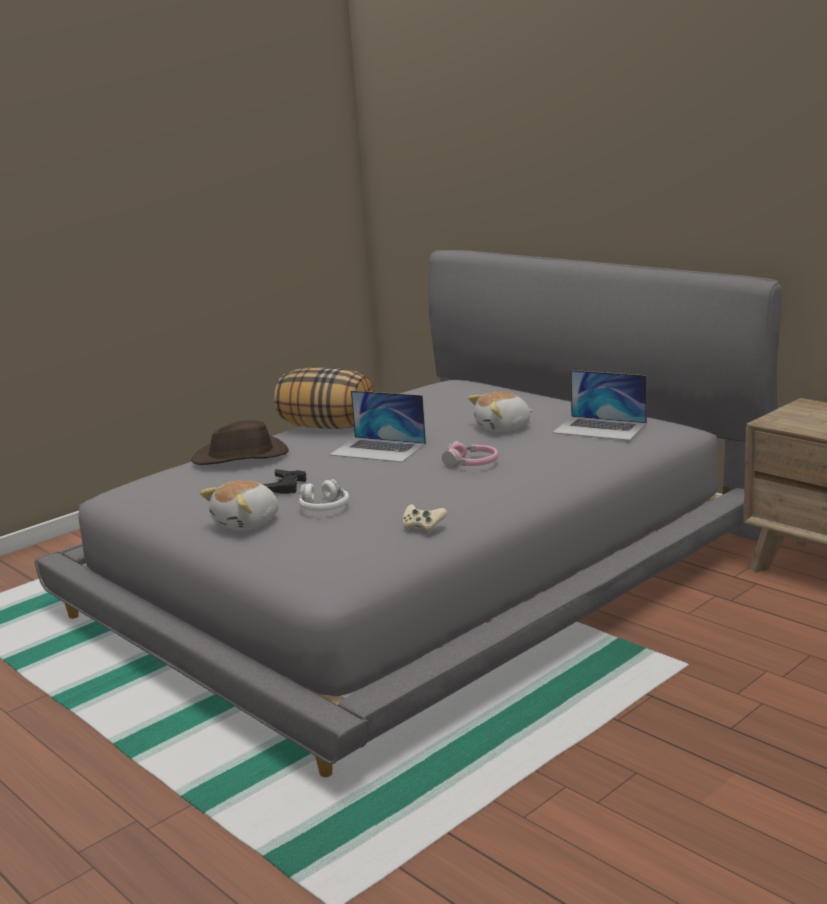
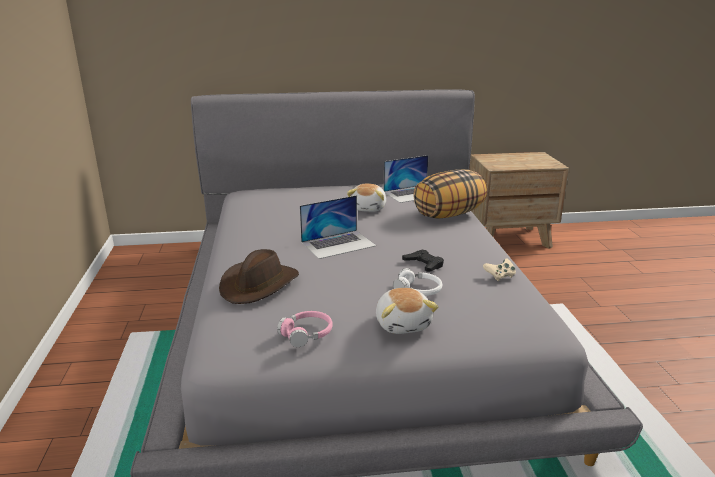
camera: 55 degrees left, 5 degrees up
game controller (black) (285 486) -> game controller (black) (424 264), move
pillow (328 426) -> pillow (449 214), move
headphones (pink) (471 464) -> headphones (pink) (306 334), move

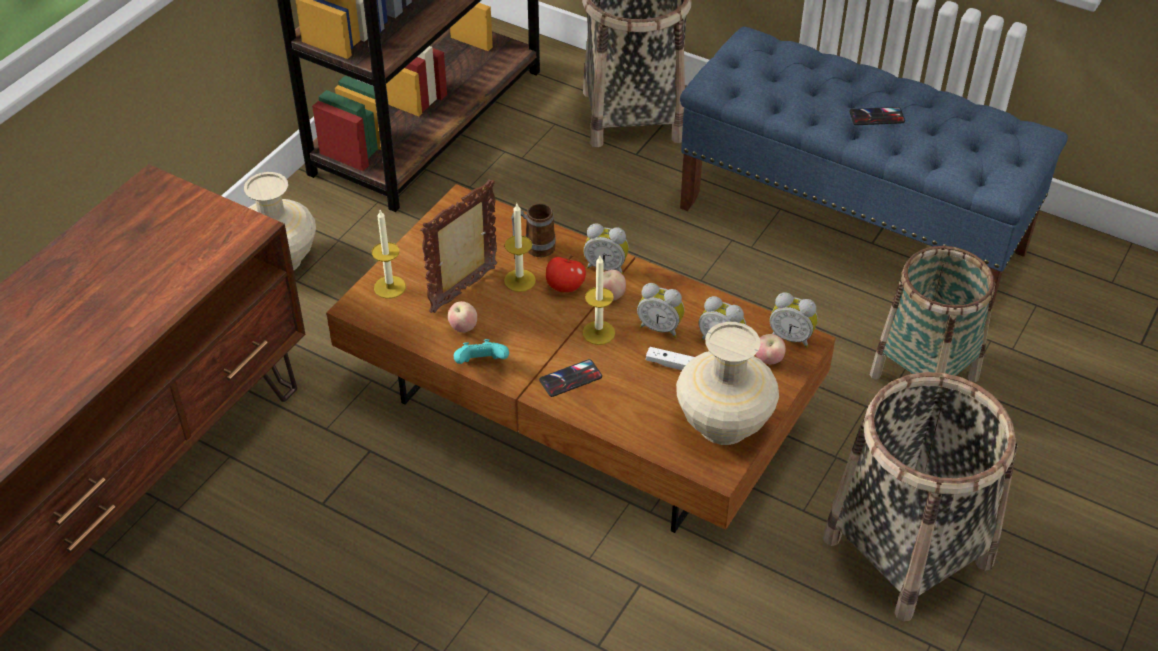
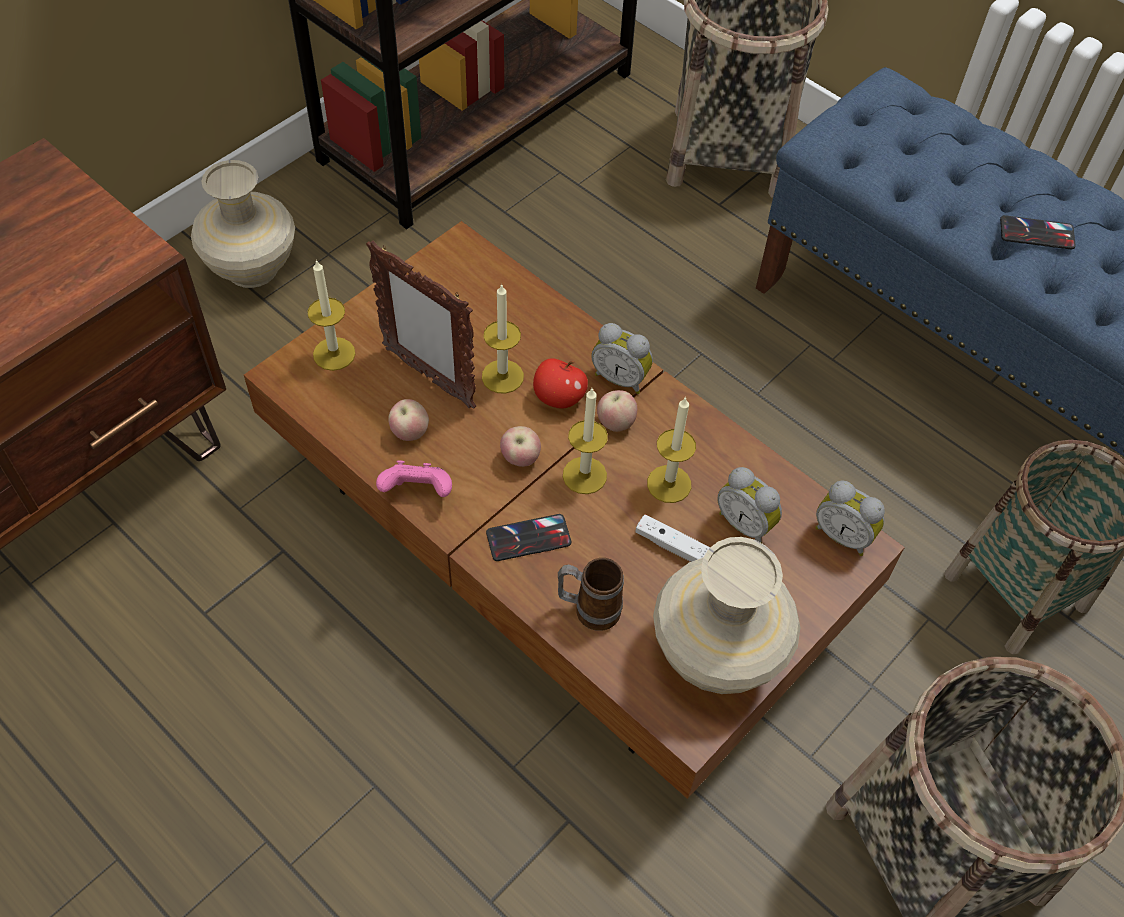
camera: 10 degrees right, 10 degrees up
mug (534 248) -> mug (588 609), move
apple (768 360) -> apple (520 458), move
alarm clock (660 327) -> candle (669 484)
game controller (turquoise) (481 364) -> game controller (pink) (417 492)
picture frame (465 290) -> picture frame (428 377), 105 degrees counterclockwise

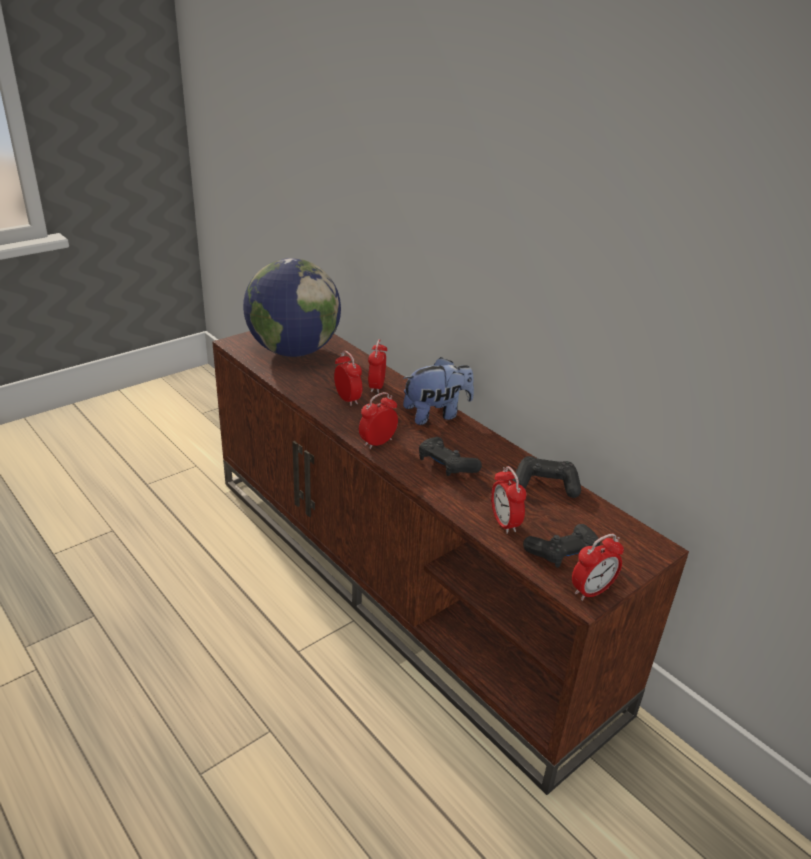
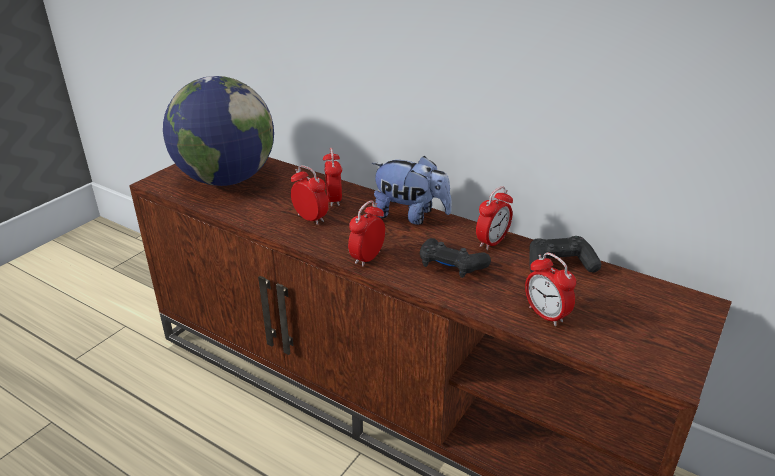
camera: 15 degrees left, 0 degrees up
game controller (black) (562 553) -> none
alarm clock (591 591) -> alarm clock (492 242), move
plush toy (436 414) -> plush toy (410 216), 60 degrees clockwise

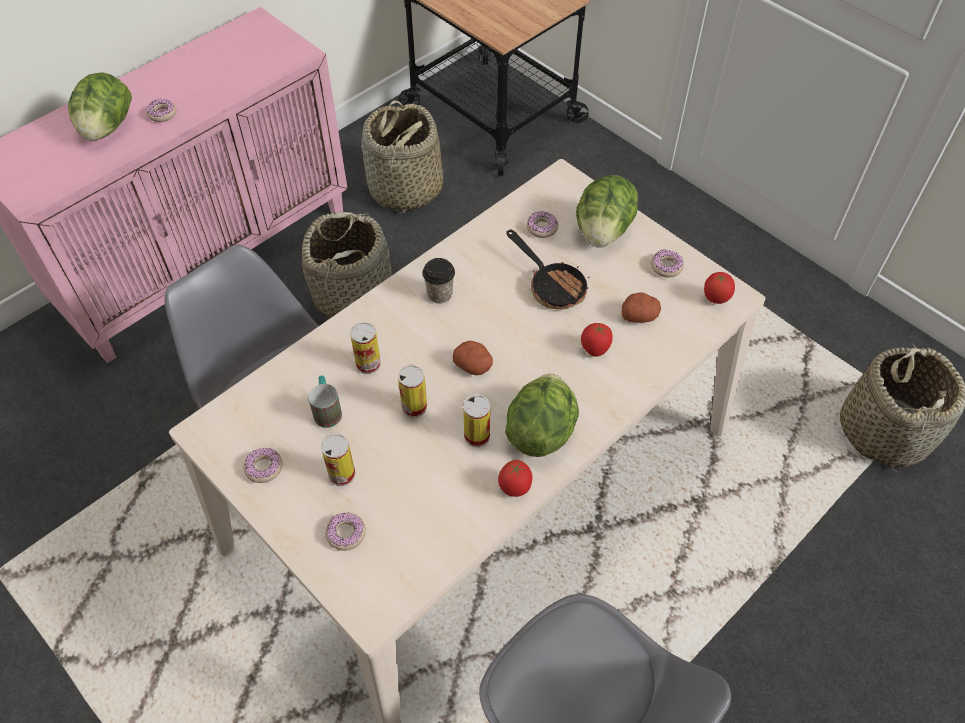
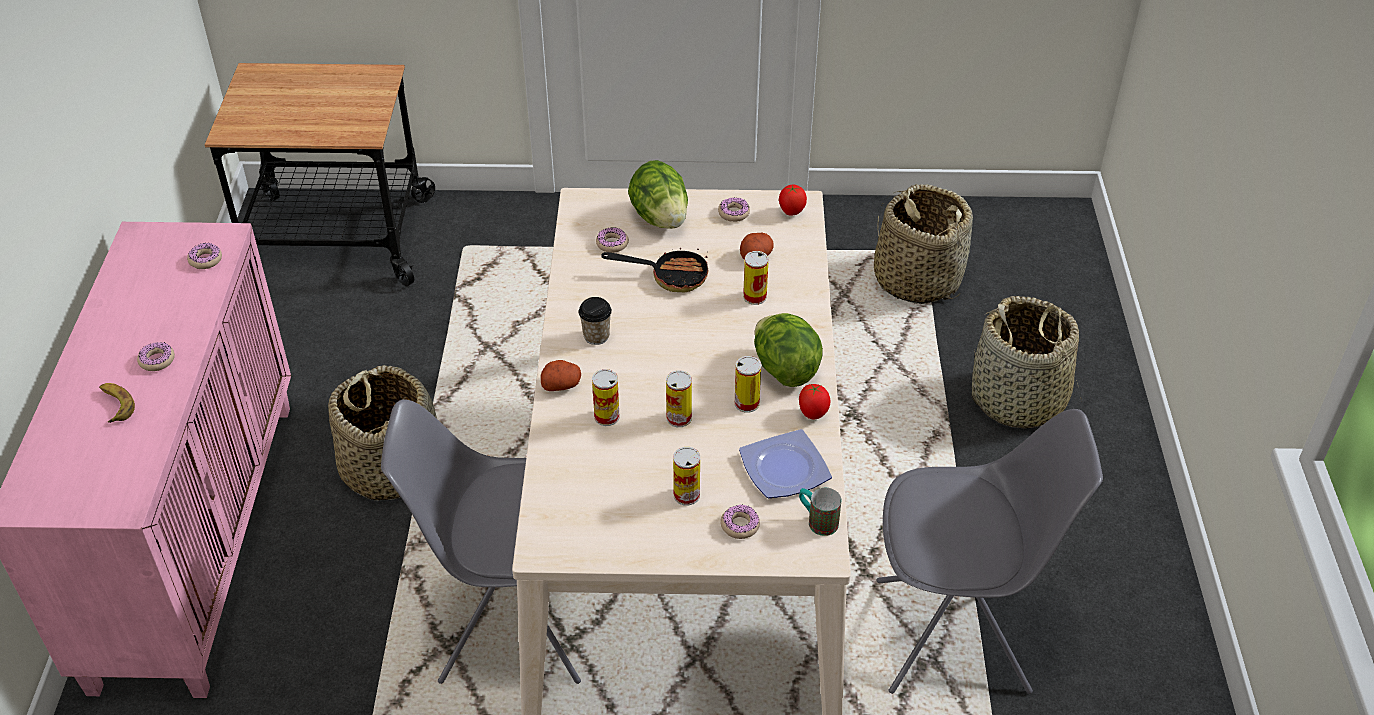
camera: 45 degrees left, 10 degrees down
none -> plate (785 467)
donut (263 468) -> donut (205 260), move
mug (327 410) -> mug (817 521), move
basket (404 189) -> basket (1018 400), move
potato (474 365) -> potato (561 384), move
lettuce (107 128) -> banana (115 405)
tomato (595 350) -> can (754 297)

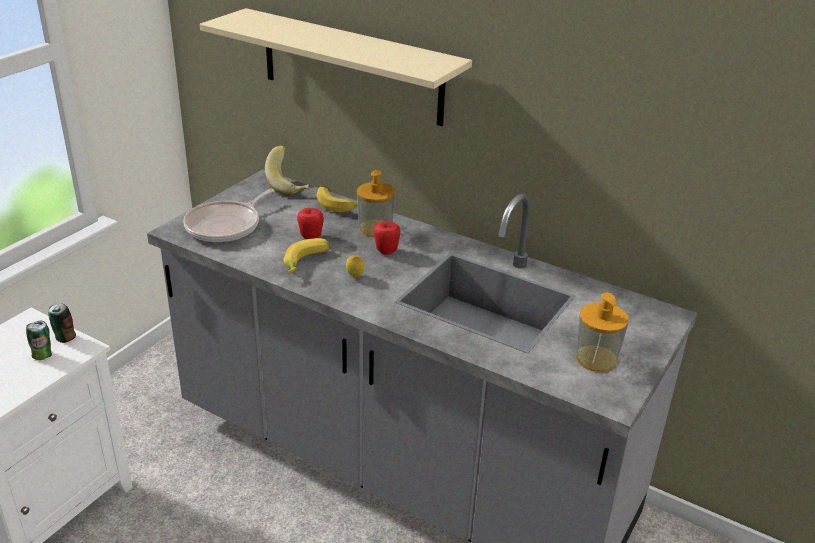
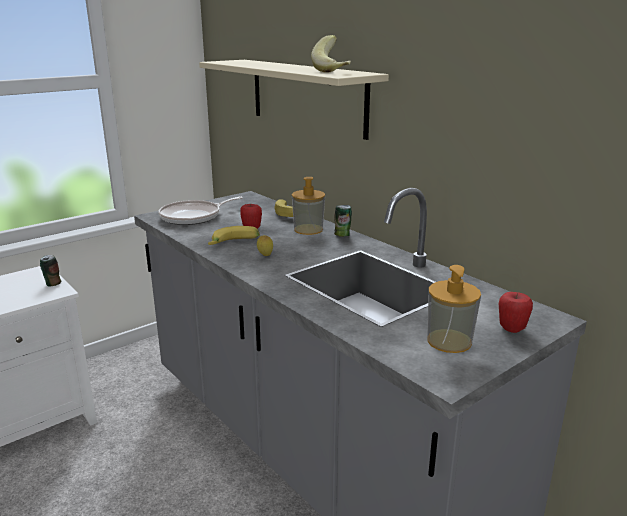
camera: 20 degrees right, 10 degrees down
can (43 355) -> can (342 235), move
banana (289 185) -> banana (334 71), move
apple (386 251) -> apple (511 328), move

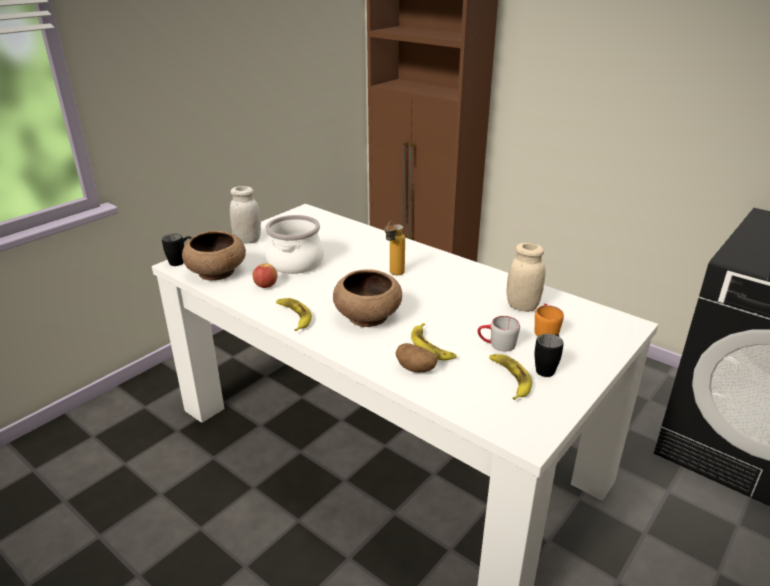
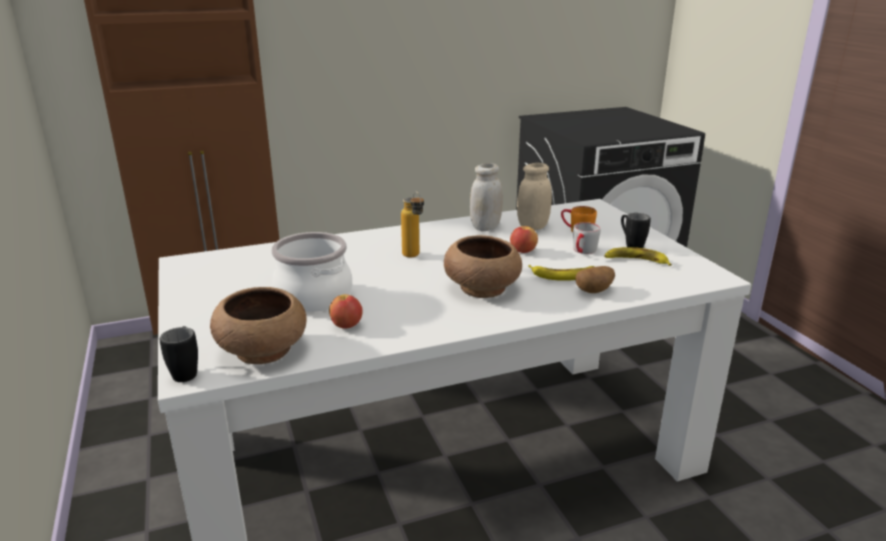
camera: 60 degrees left, 5 degrees down
banana (294 316) -> none
none -> apple (523 251)
jar (white) (247 240) -> jar (white) (485 227), move

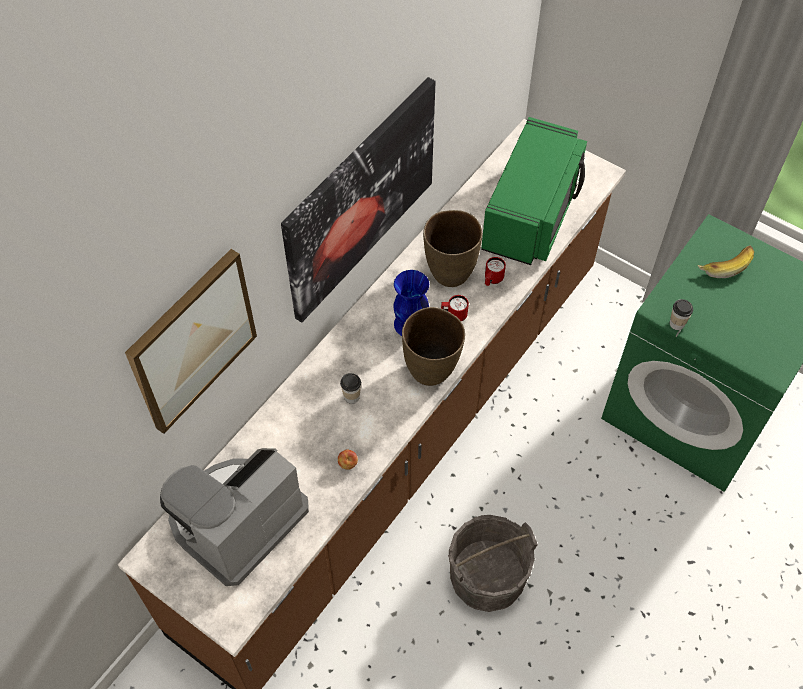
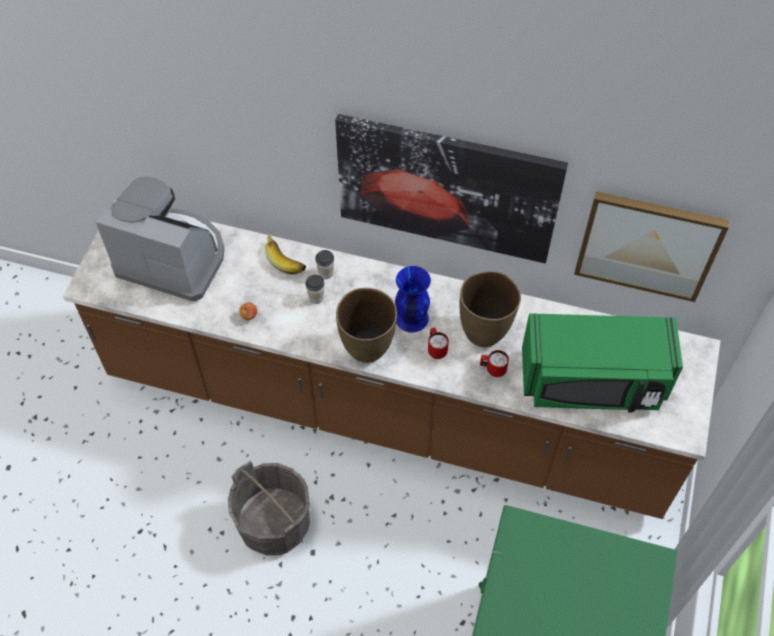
camera: 70 degrees right, 0 degrees up
picture (192 341) -> picture (648 245), move
cup (677 323) -> cup (326 273), move
banana (724 264) -> banana (286 259), move

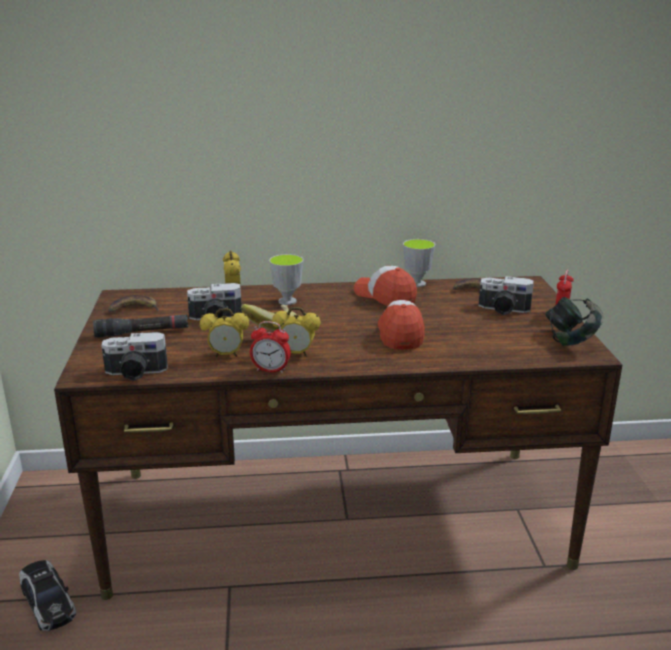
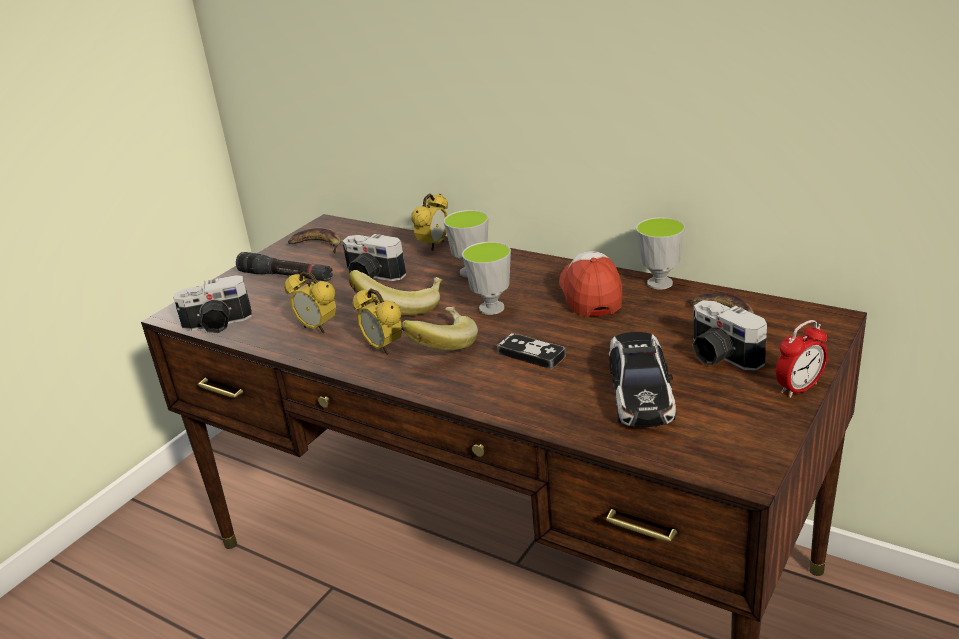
camera: 40 degrees right, 5 degrees up
alarm clock (271 370) -> none
headphones (570 340) -> none
none -> banana (440 346)
none -> cup (491 308)
toy car (48 602) -> toy car (640 392), move
cap (400 334) -> game controller (531 354)
photo camera (135 373) -> photo camera (217 325), 45 degrees counterclockwise

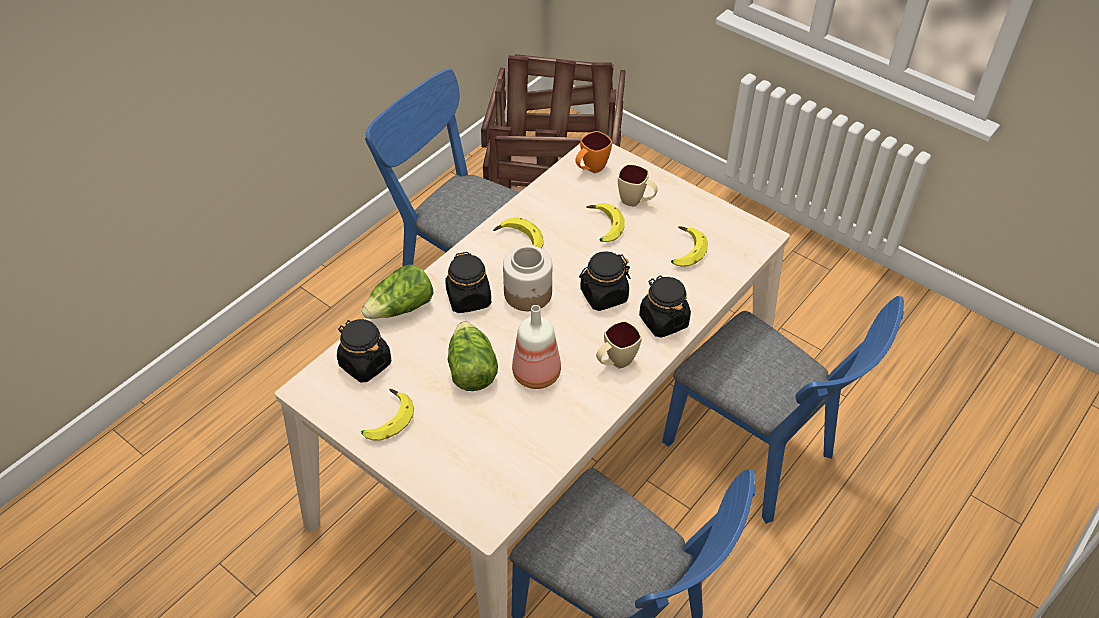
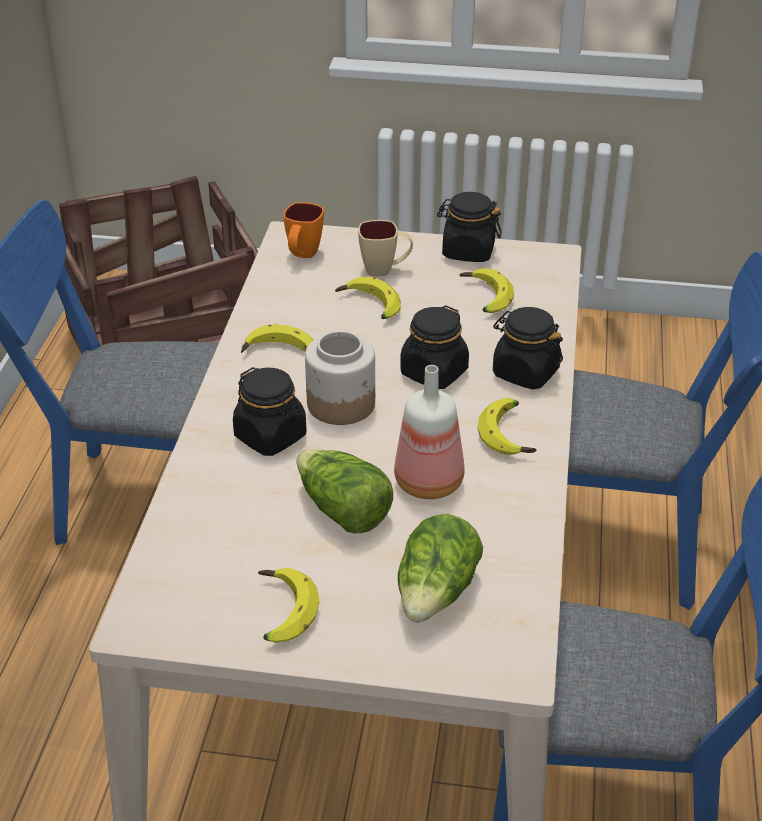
camera: 30 degrees left, 10 degrees down
jar (black) (365 364) -> jar (black) (468 251), move
lettuce (401 308) -> lettuce (437 593), move
mug (beige) (615 363) -> banana (510 434)

